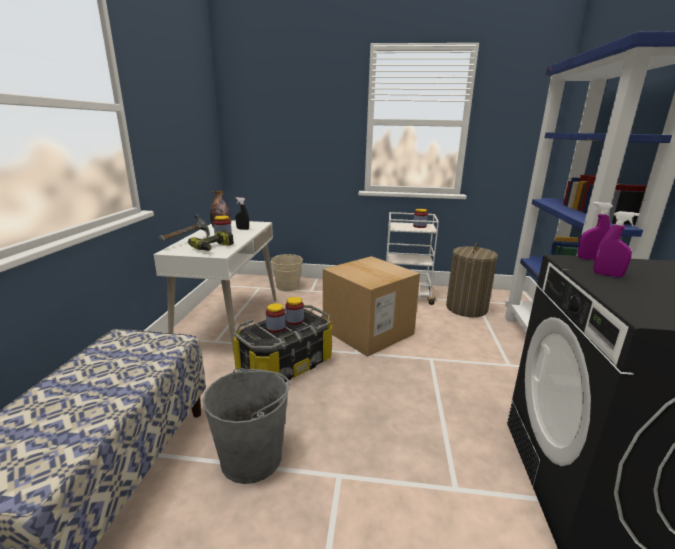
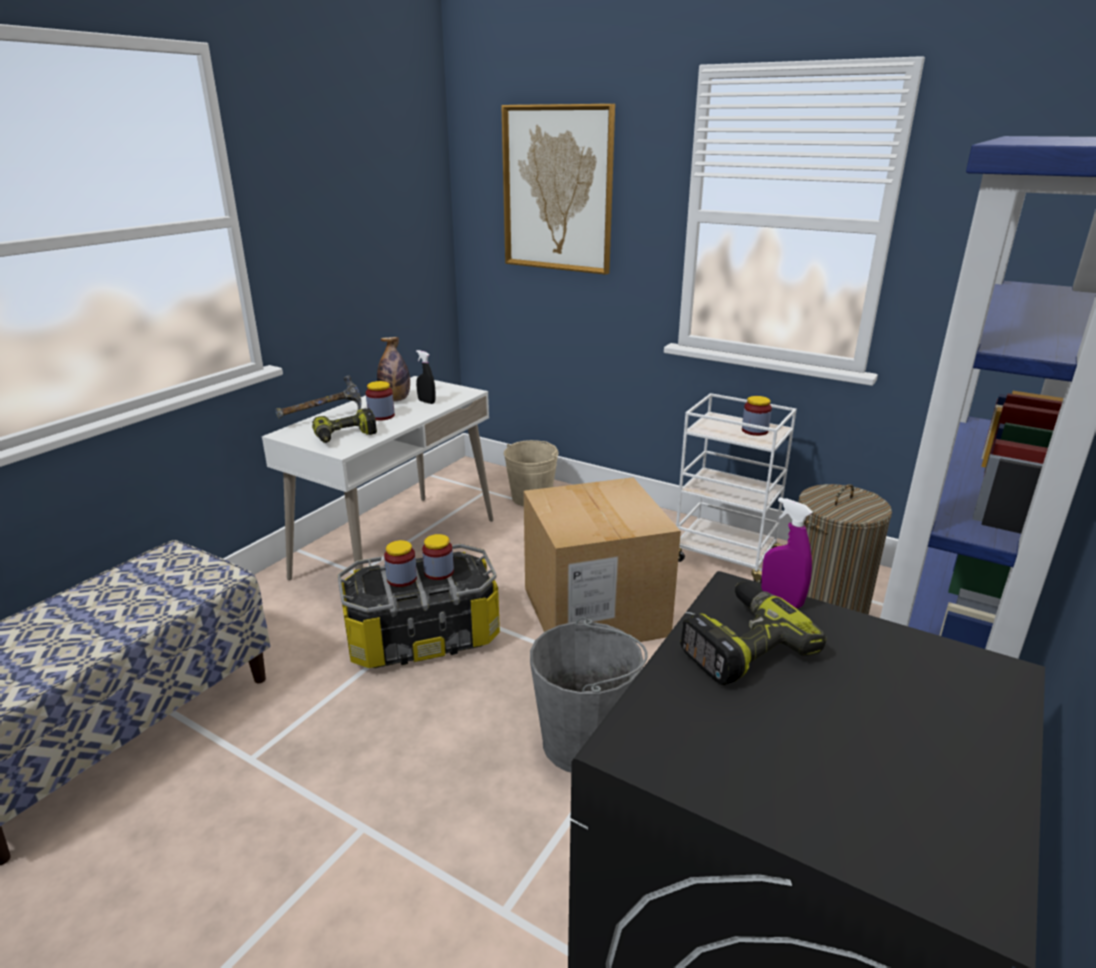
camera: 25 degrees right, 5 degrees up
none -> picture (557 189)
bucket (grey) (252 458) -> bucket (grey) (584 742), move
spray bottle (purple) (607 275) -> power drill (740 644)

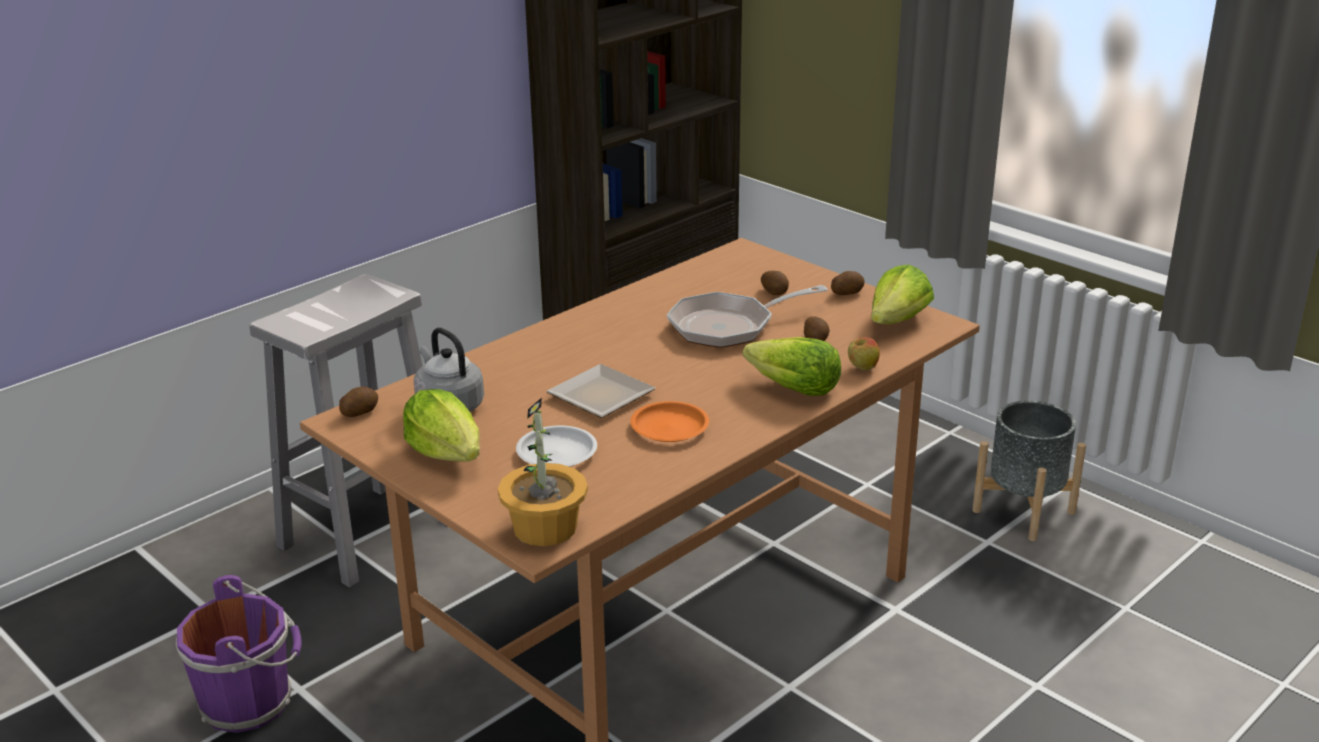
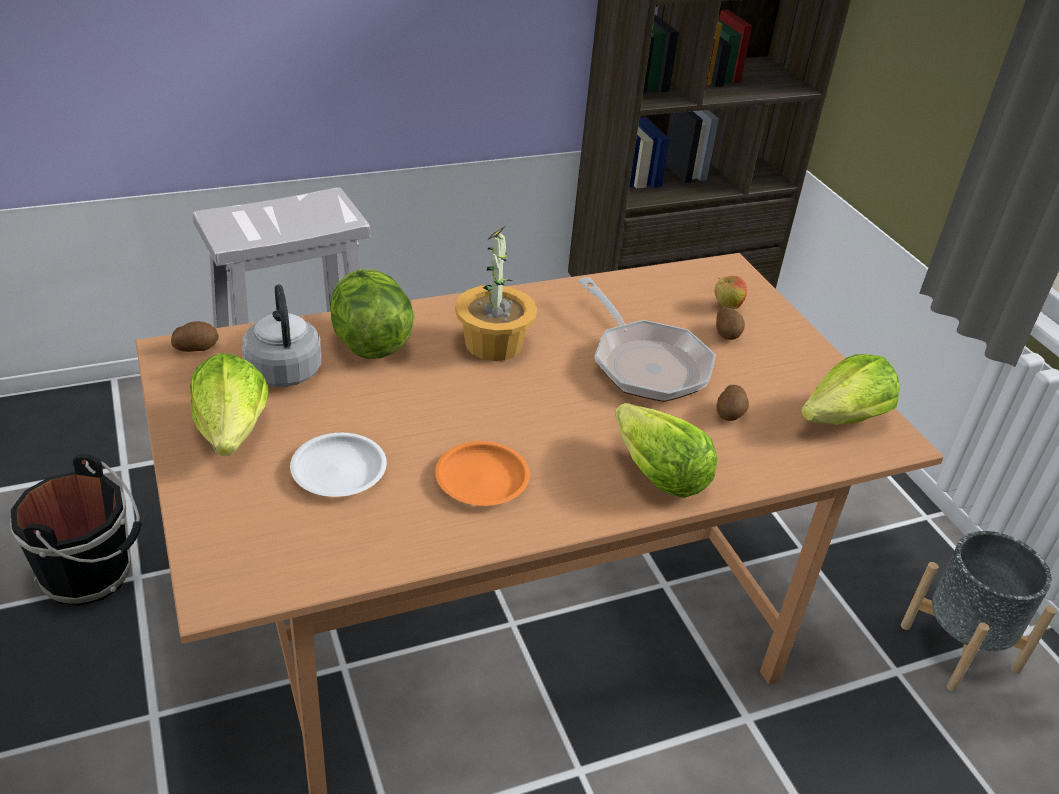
camera: 20 degrees right, 10 degrees up
plate (601 398) -> none
potato (846 293) -> none
none -> lettuce (370 343)
potted plant (546 527) -> potted plant (494 344), move
apple (862 368) -> apple (727 306), move
bucket (purple) (251 701) -> bucket (black) (91 573)
frying pan (729 326) -> frying pan (645 363), 120 degrees counterclockwise

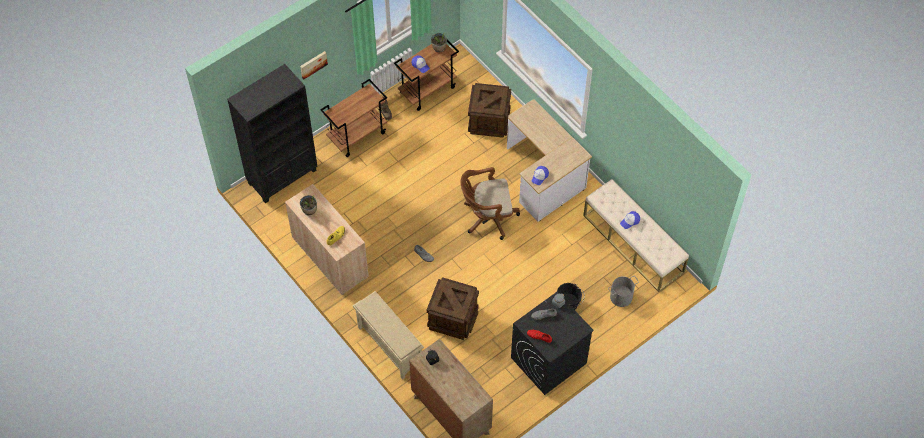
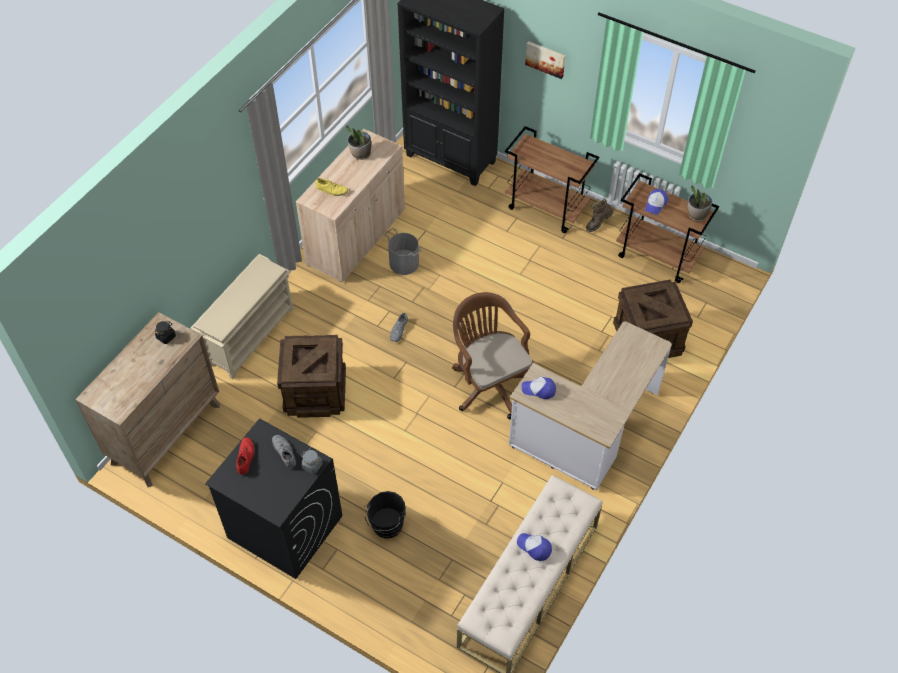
camera: 70 degrees right, 5 degrees down
bucket (grey) (621 296) -> bucket (grey) (404 263), move

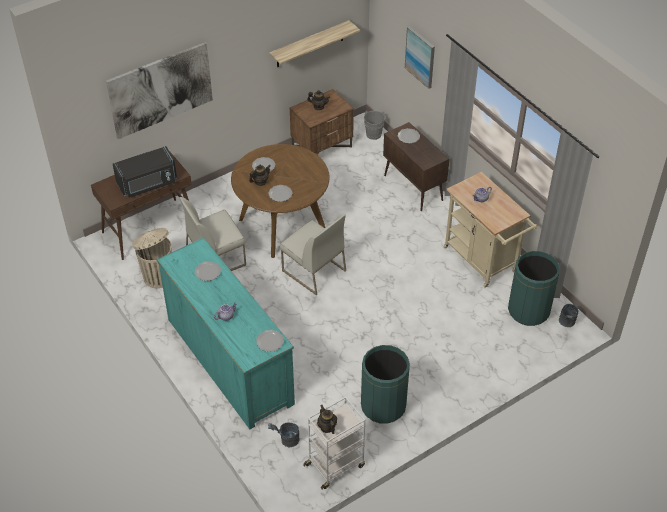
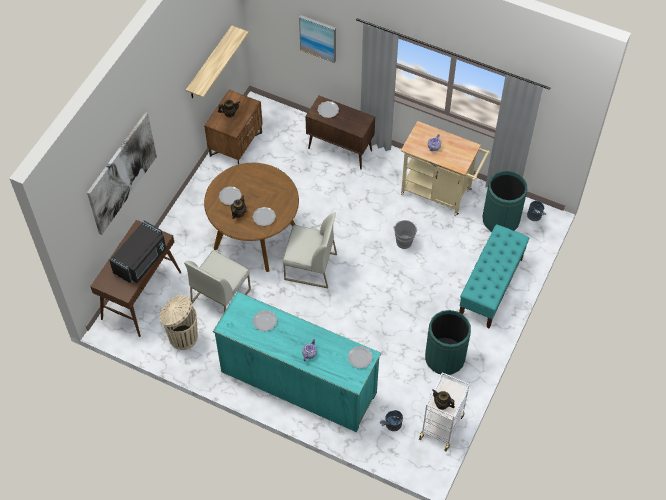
camera: 30 degrees left, 10 degrees up
none -> bench (turquoise) (491 287)
bucket (grey) (375 133) -> bucket (grey) (404 240), move

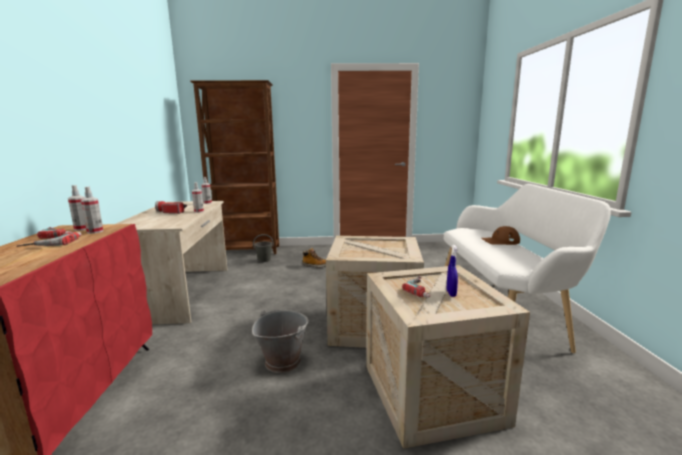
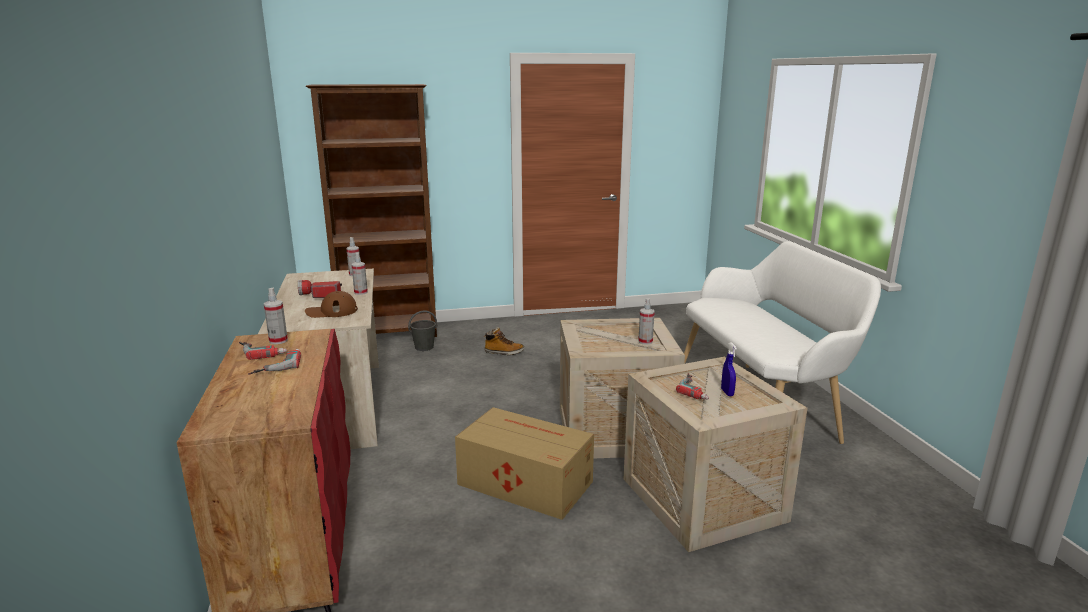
camera: 10 degrees left, 5 degrees up
spray bottle (95 231) -> spray bottle (645 341), move
cap (brown) (500 241) -> cap (brown) (331 311), move
bucket (grey) (282 361) -> cardboard box (524 482)

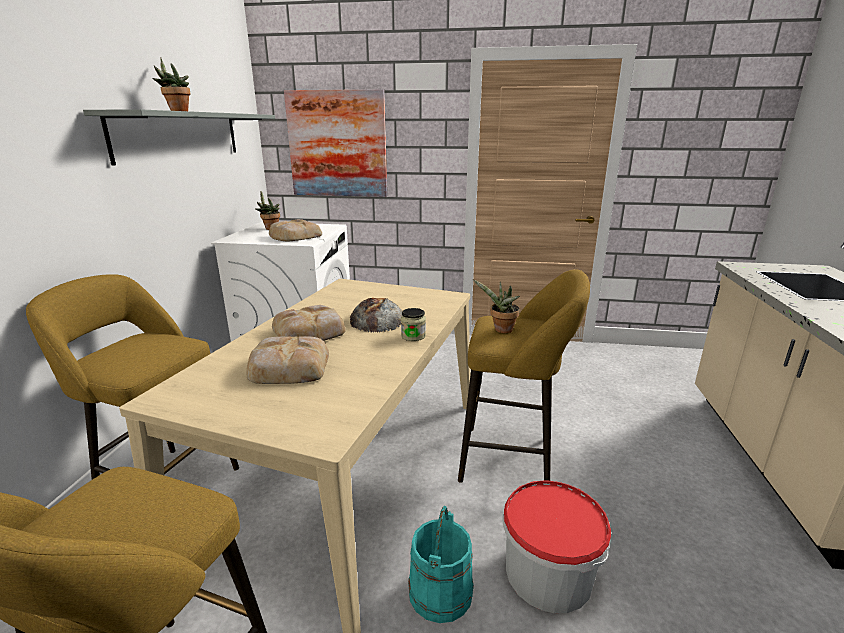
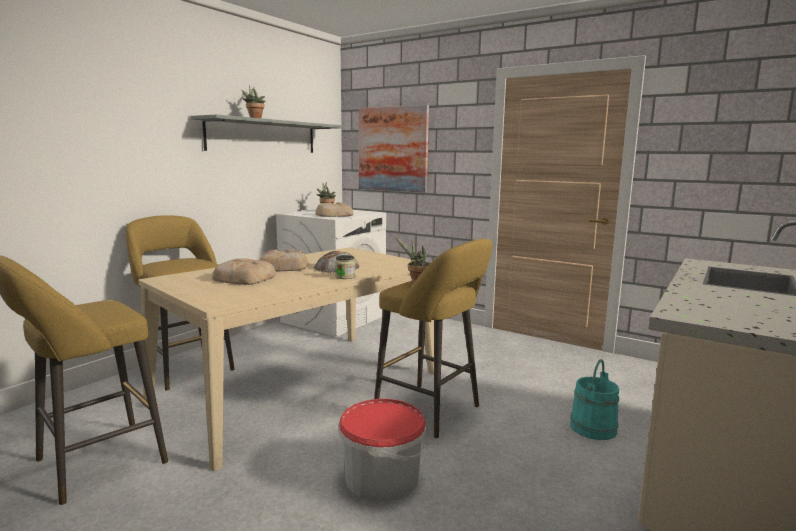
camera: 25 degrees right, 10 degrees down
bucket (turquoise) (440 591) -> bucket (turquoise) (592 427), move

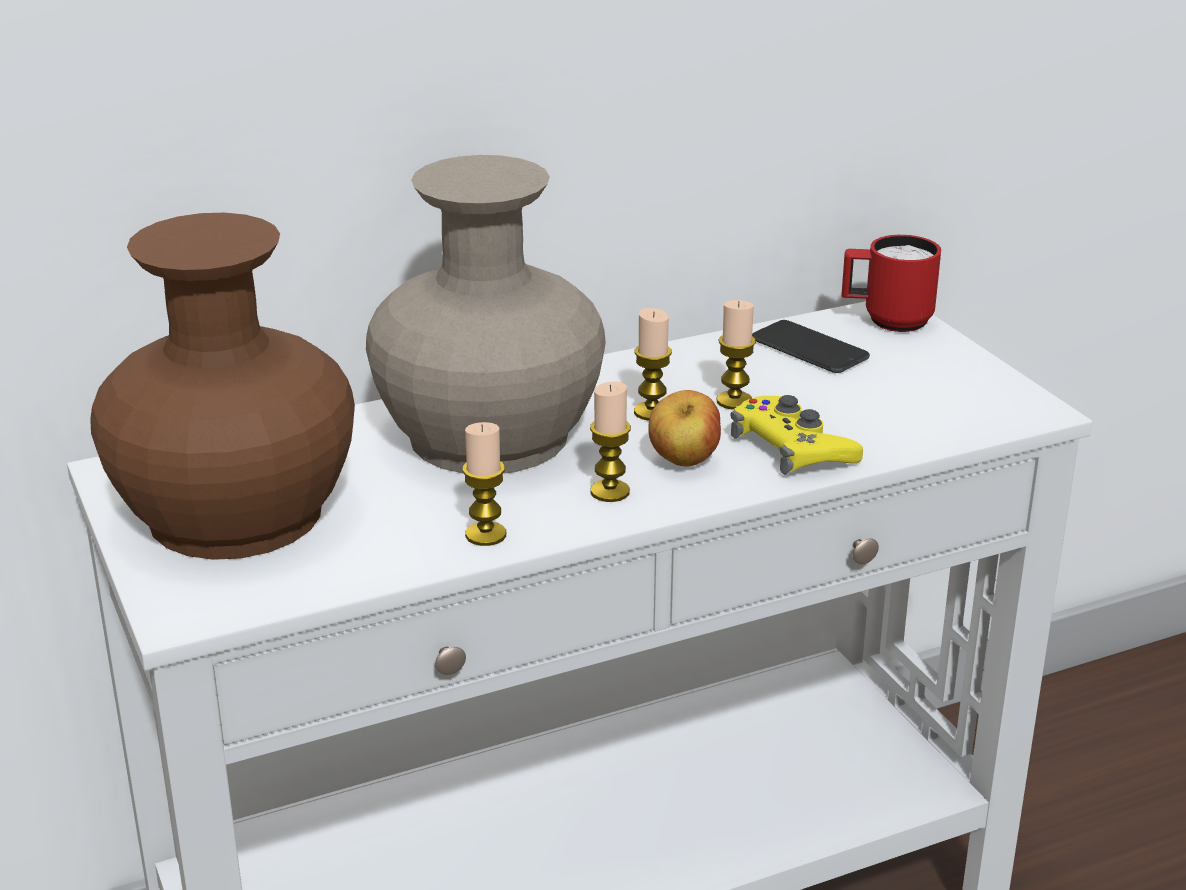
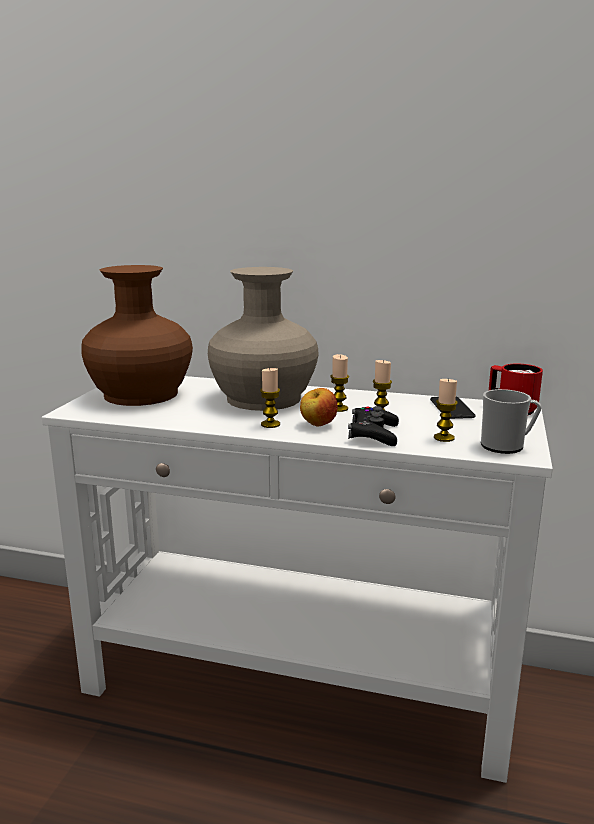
camera: 40 degrees right, 10 degrees down
none -> mug (507 446)
candle (485 535) -> candle (444 438), move
game controller (yellow) (792 448) -> game controller (black) (373 434)

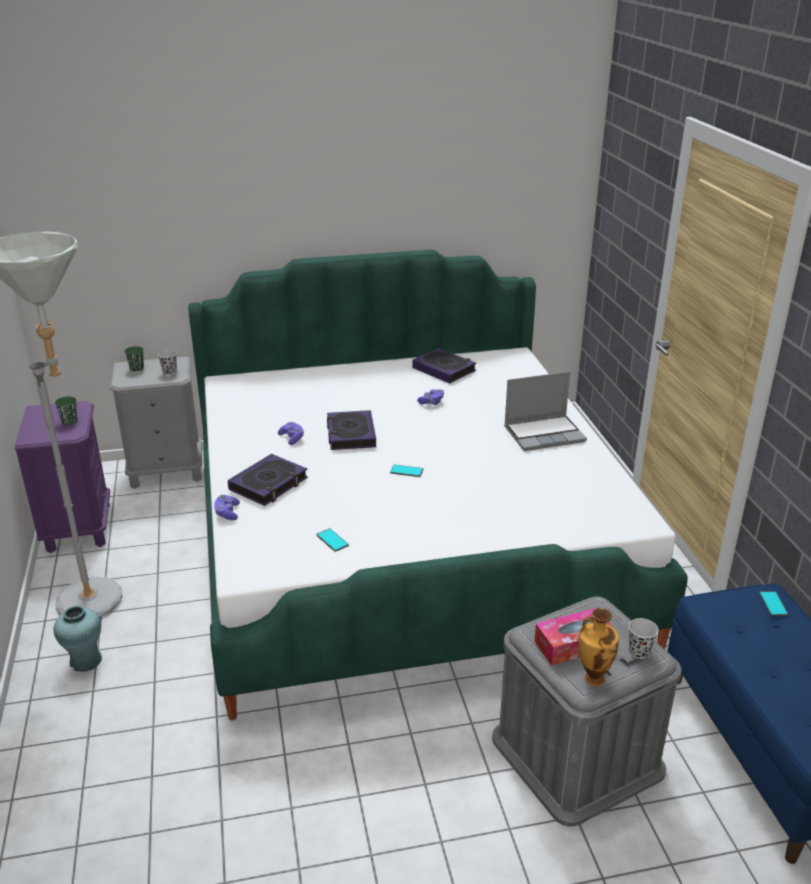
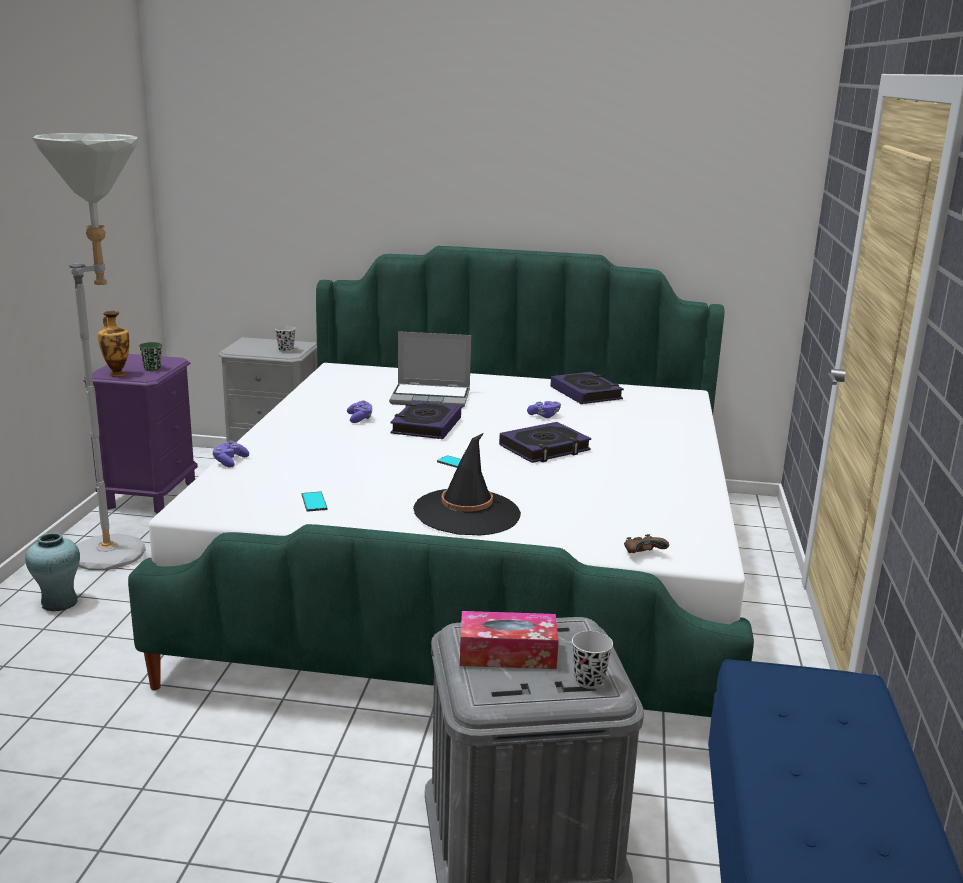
camera: 20 degrees right, 10 degrees down
cup (green) (137 368) -> none
phone (772 604) -> none
none -> hat (black) (467 513)
none -> game controller (brown) (643 555)
book (269 484) -> book (544 448), move
laptop (544 434) -> laptop (431 397), move
vase (593 678) -> vase (117 374), move

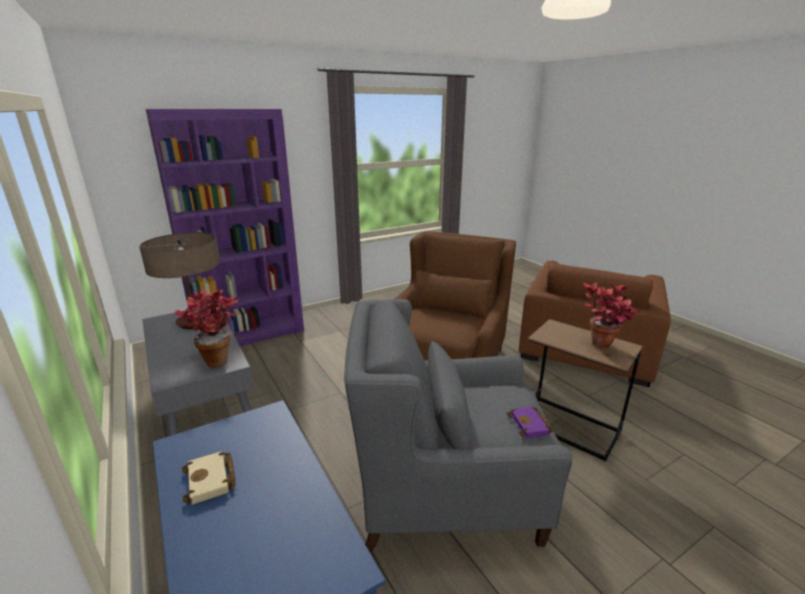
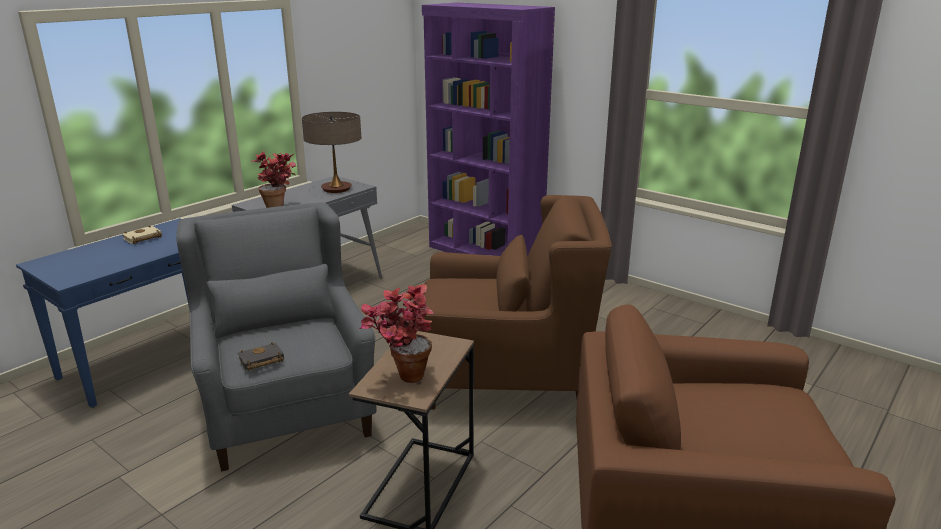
camera: 70 degrees right, 0 degrees up
book (purple) (531 425) -> book (black) (260 361)

